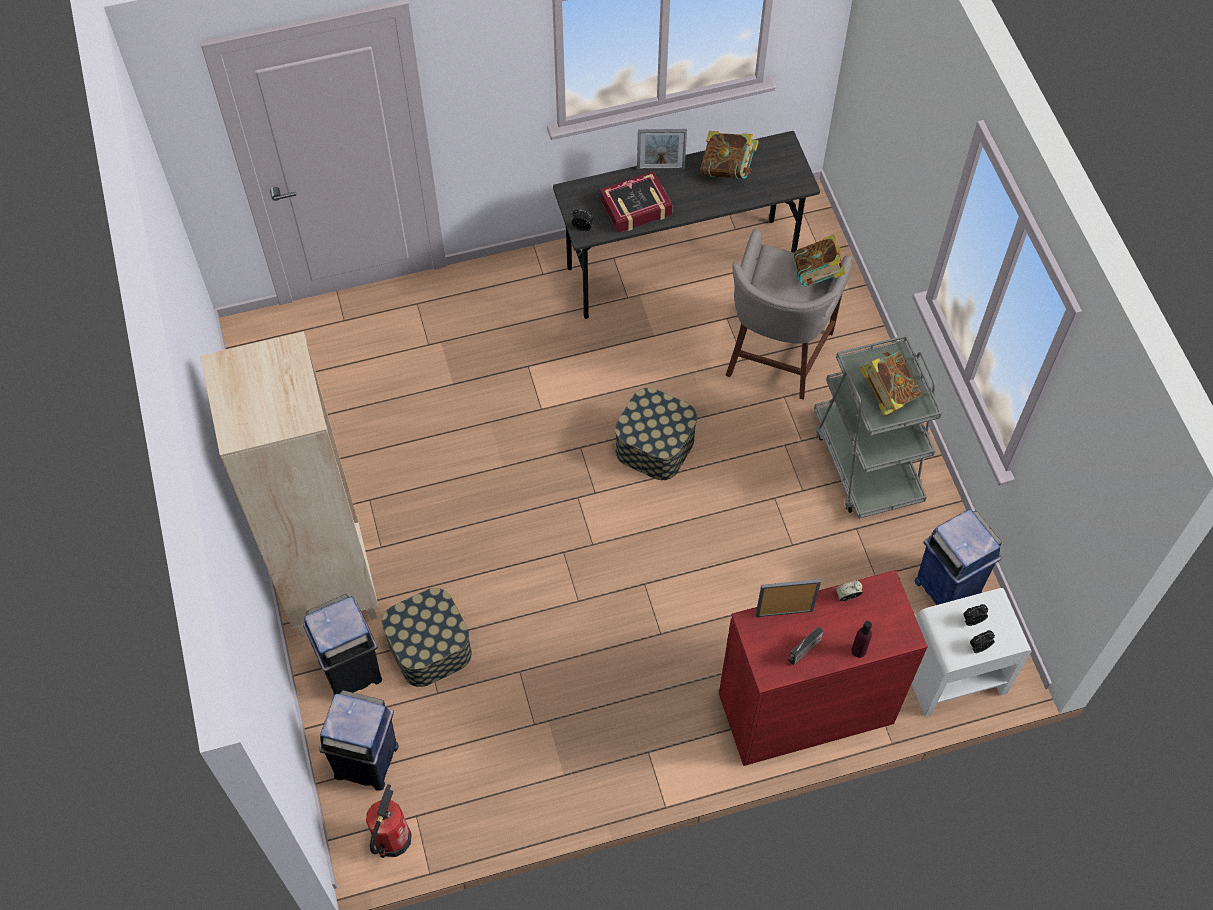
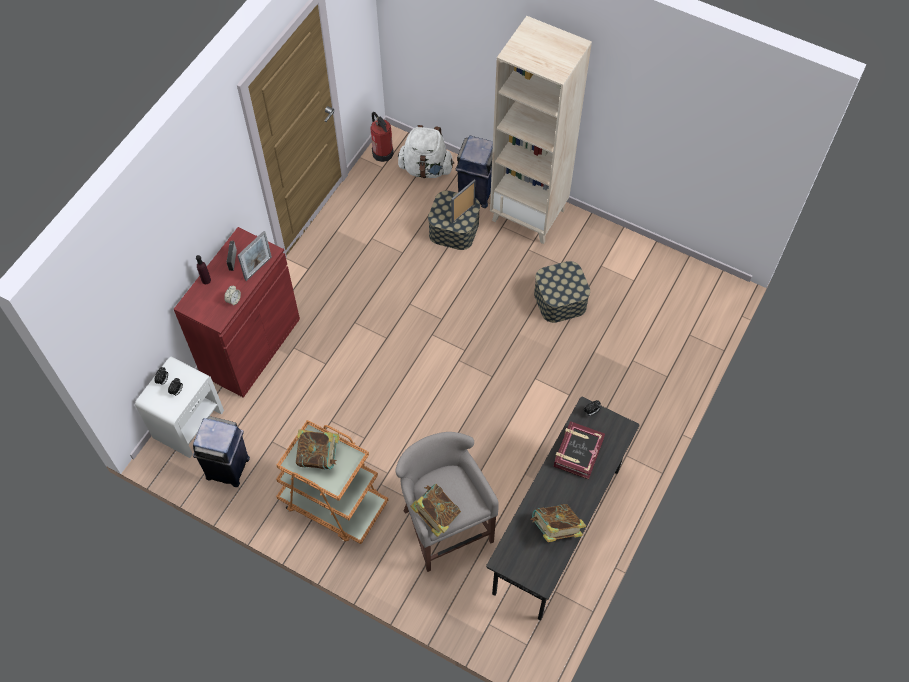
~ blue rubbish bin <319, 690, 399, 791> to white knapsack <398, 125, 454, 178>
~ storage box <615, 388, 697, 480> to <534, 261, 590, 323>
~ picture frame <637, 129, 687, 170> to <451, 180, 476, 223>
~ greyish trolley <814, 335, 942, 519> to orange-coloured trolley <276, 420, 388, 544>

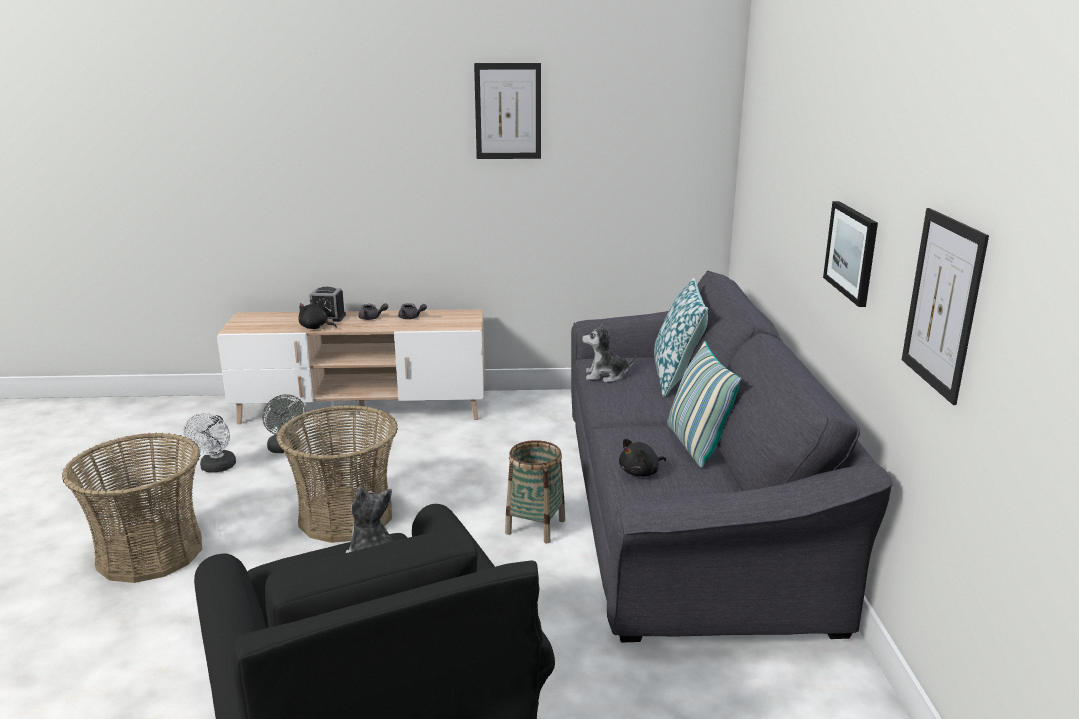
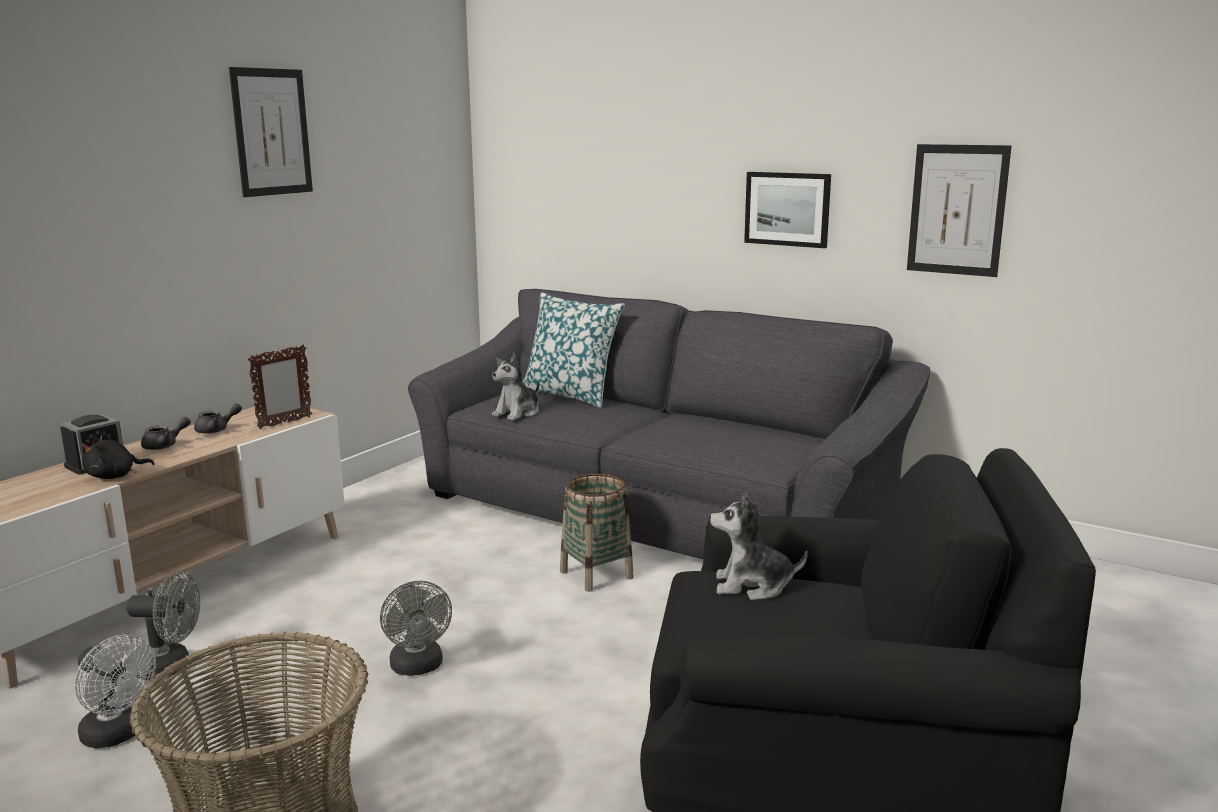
~ household basket <276, 405, 398, 543> to greyish fan <380, 581, 452, 676>
- blackish cuddly toy <619, 439, 666, 477>
- cushion <667, 341, 741, 468>
+ picture frame <248, 345, 312, 429>

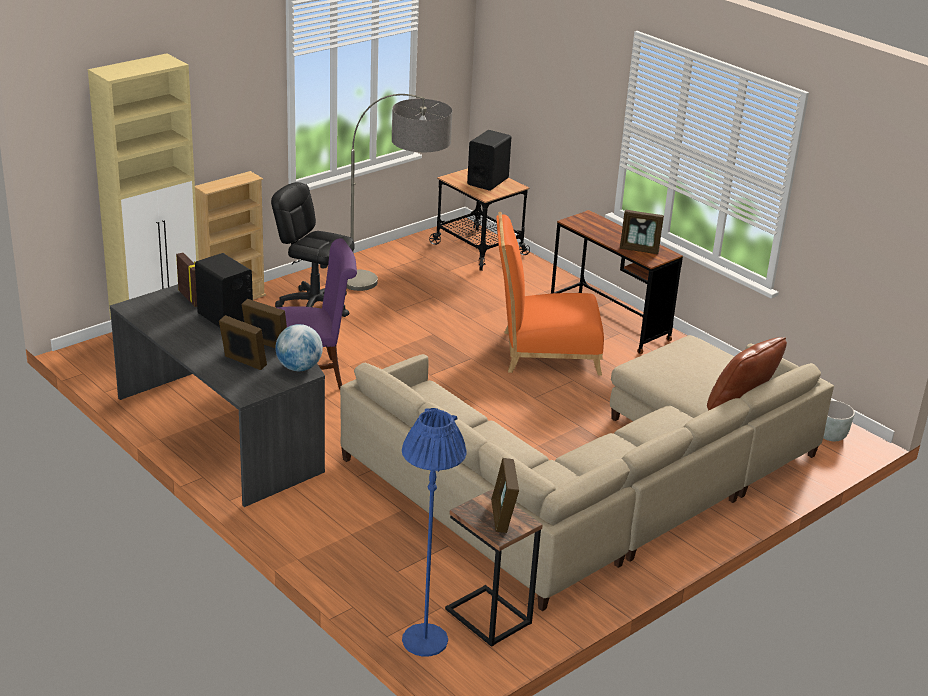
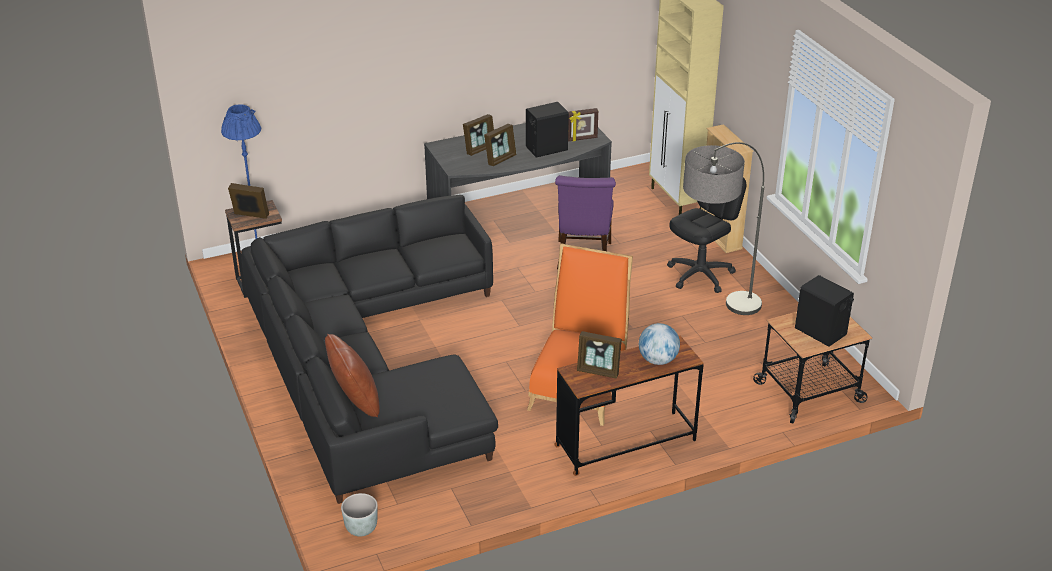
~ globe <275, 324, 323, 371> to <639, 323, 680, 365>
~ beige-coloured settee <340, 335, 834, 611> to blackish settee <241, 195, 498, 504>
~ picture frame <620, 210, 664, 254> = <577, 331, 622, 378> 105 degrees counterclockwise

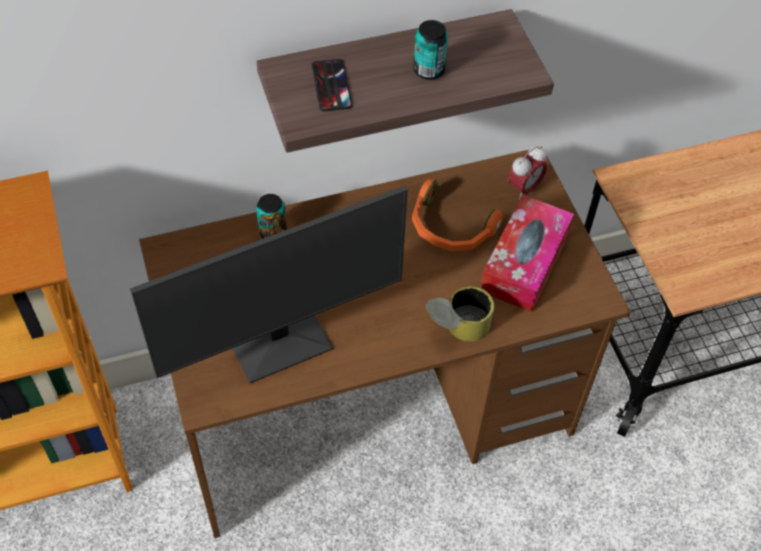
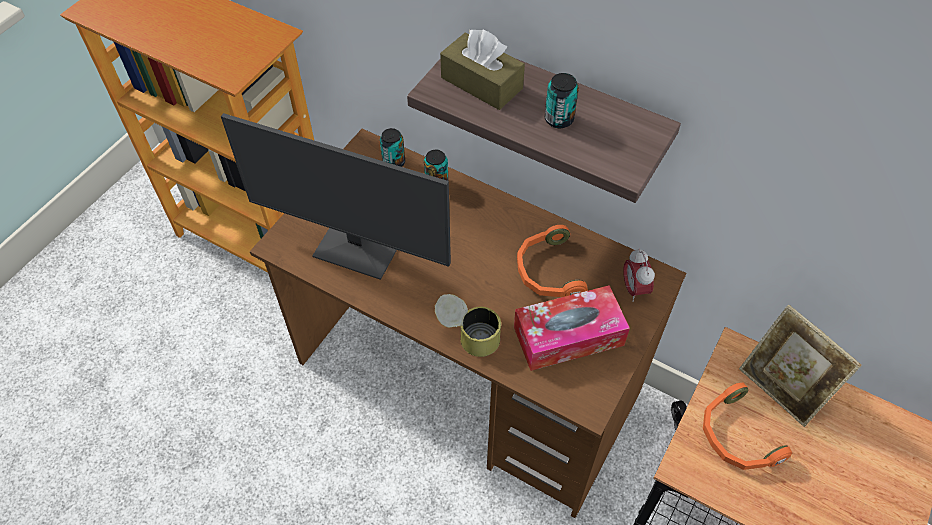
~ telephone <312, 59, 353, 111> to brown tissue box <440, 30, 525, 110>
~ alarm clock <508, 145, 547, 200> = <623, 249, 655, 302> 75 degrees clockwise
+ can <380, 128, 405, 167>
+ orange-coloured headphones <703, 383, 792, 470>
+ picture frame <739, 305, 862, 427>

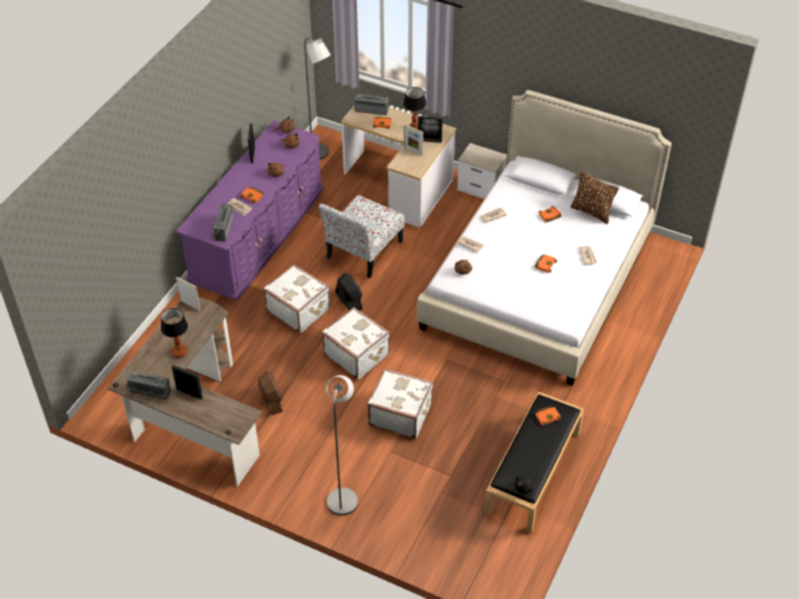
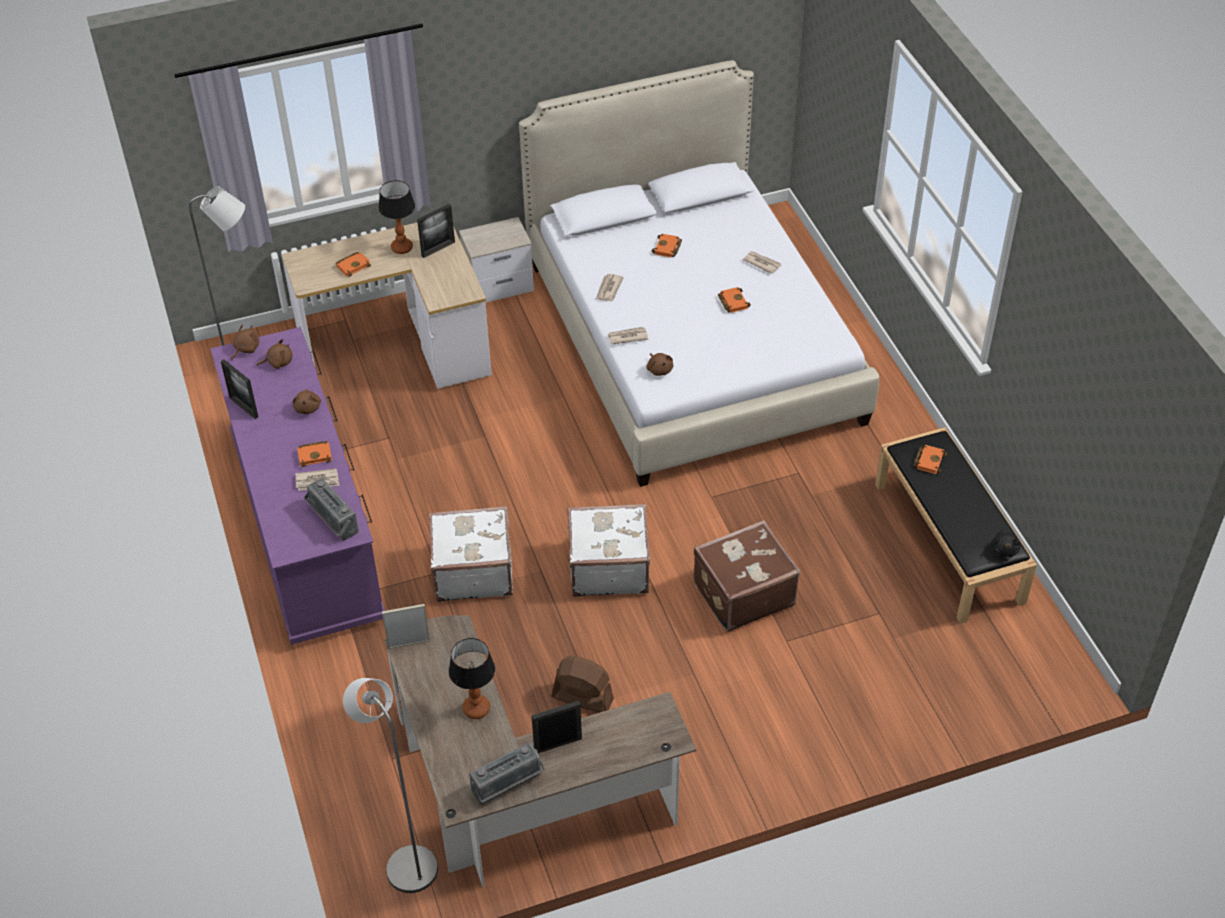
- upright chair <319, 195, 405, 278>
~ greyish floor lamp <326, 375, 358, 516> to <343, 678, 438, 893>
- blackish fan <335, 273, 363, 311>
- radio <354, 93, 390, 115>
~ white travel case <367, 368, 433, 438> to brown travel case <693, 520, 800, 632>
- picture frame <404, 124, 423, 156>
- brown cushion <570, 172, 619, 224>

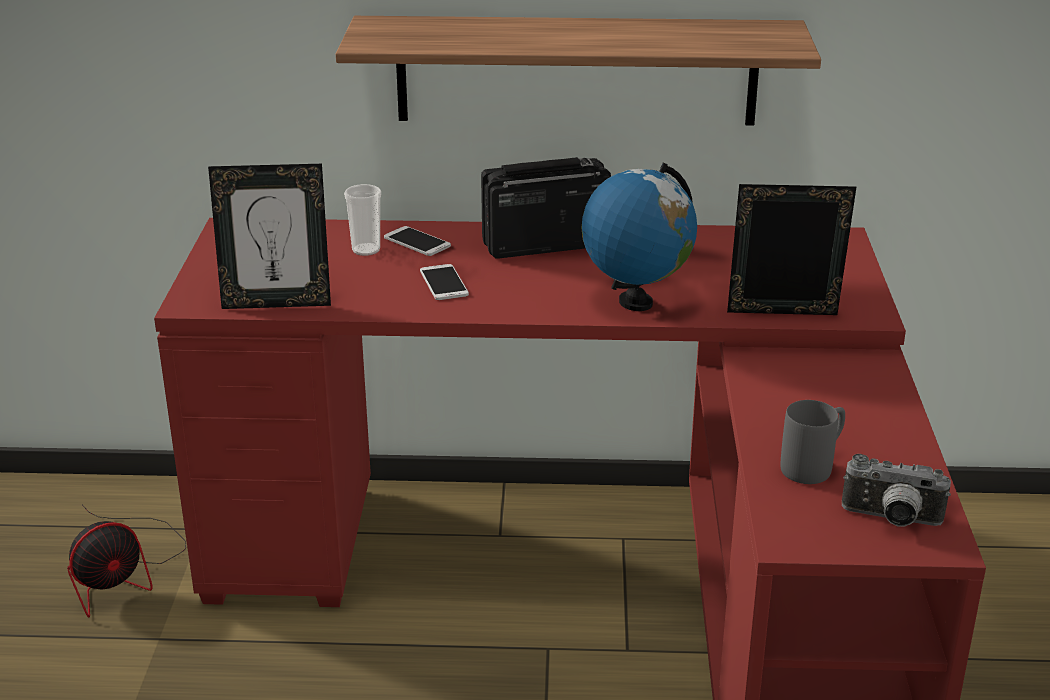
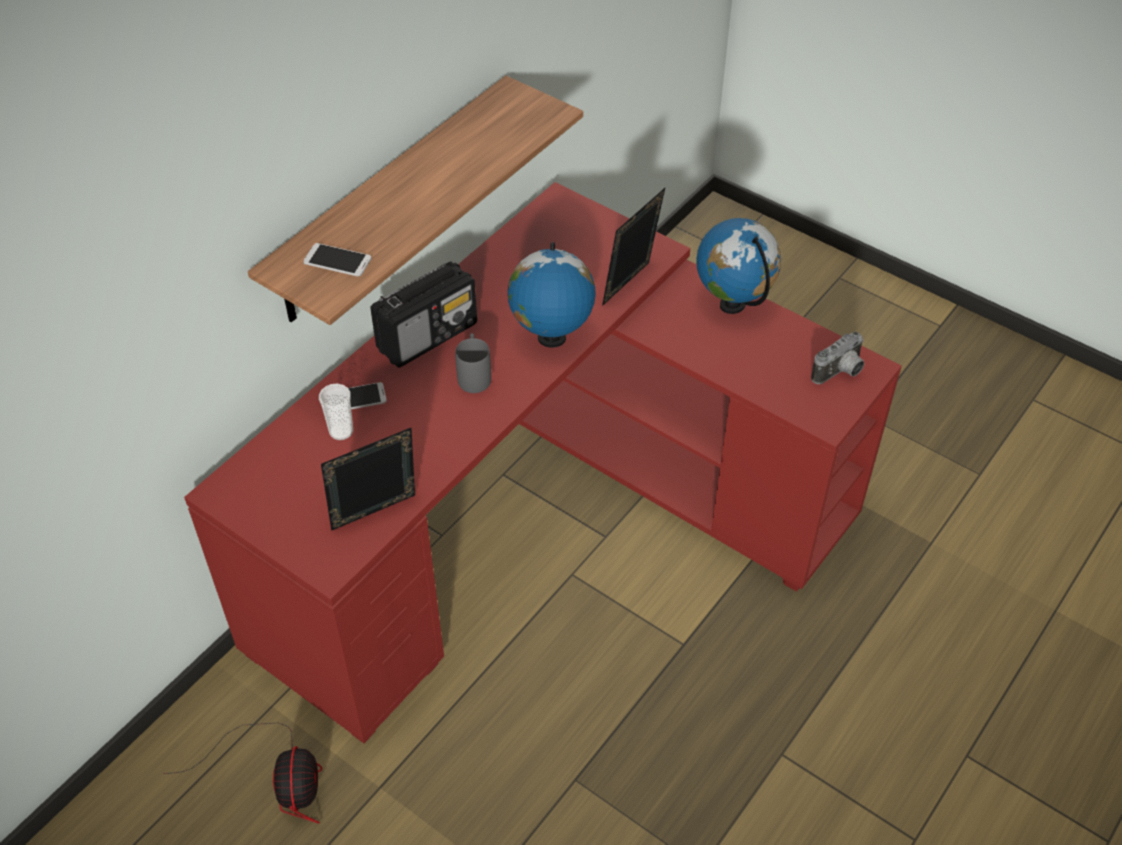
~ picture frame <208, 164, 331, 309> = <321, 428, 415, 531> 150 degrees counterclockwise
~ telephone <420, 264, 469, 300> to <303, 243, 372, 277>
~ radio <481, 157, 611, 259> = <370, 261, 477, 368> 150 degrees counterclockwise
~ greyish coffee mug <780, 400, 845, 484> to <455, 333, 491, 393>
+ globe <696, 218, 782, 314>

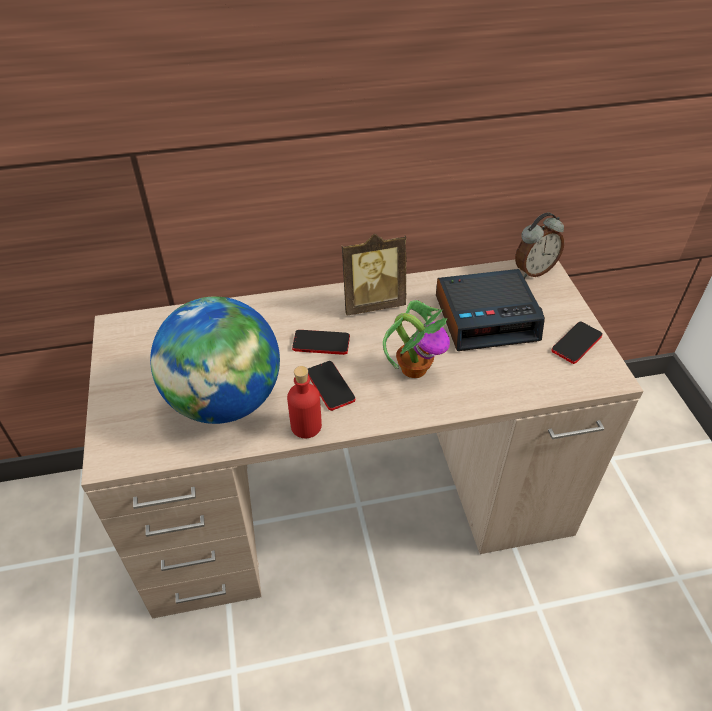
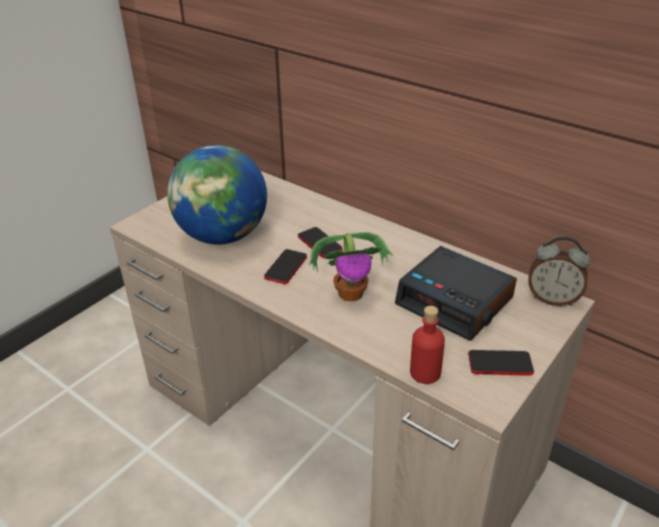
~ red drink bottle <287, 366, 322, 438> to <410, 306, 445, 384>
- picture frame <342, 234, 406, 315>

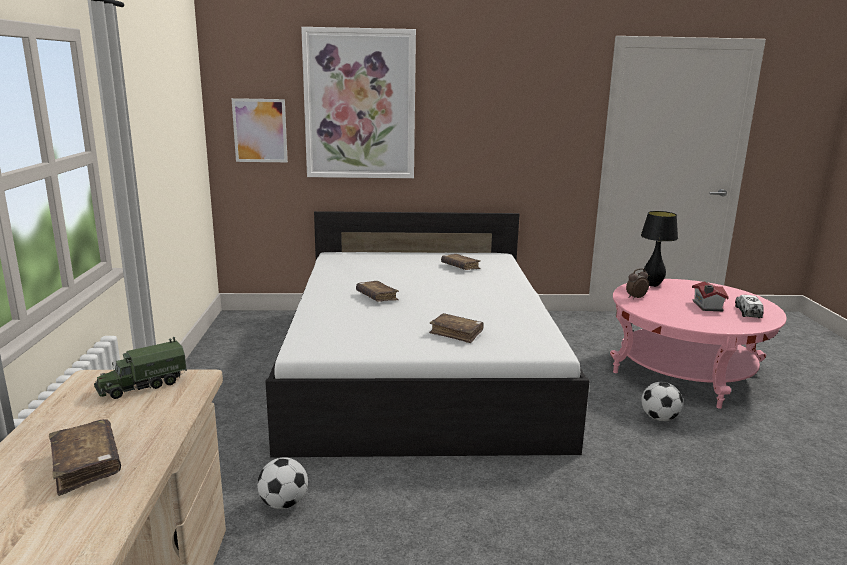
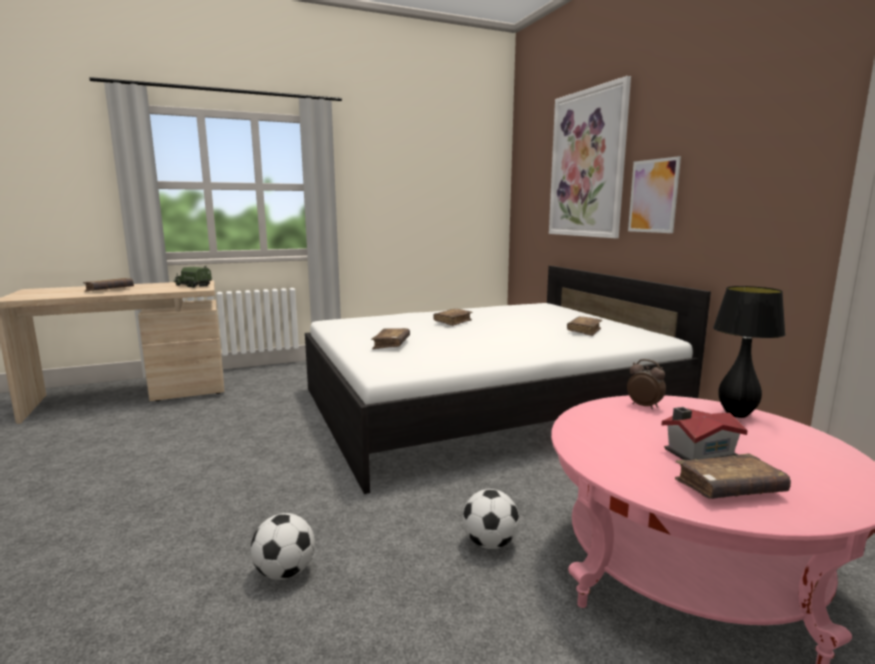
~ wall art <232, 98, 288, 162> to <628, 156, 681, 233>
~ ball for football <257, 457, 308, 509> to <250, 513, 315, 580>
~ toy lorry <735, 295, 764, 318> to brown book <675, 453, 791, 499>

